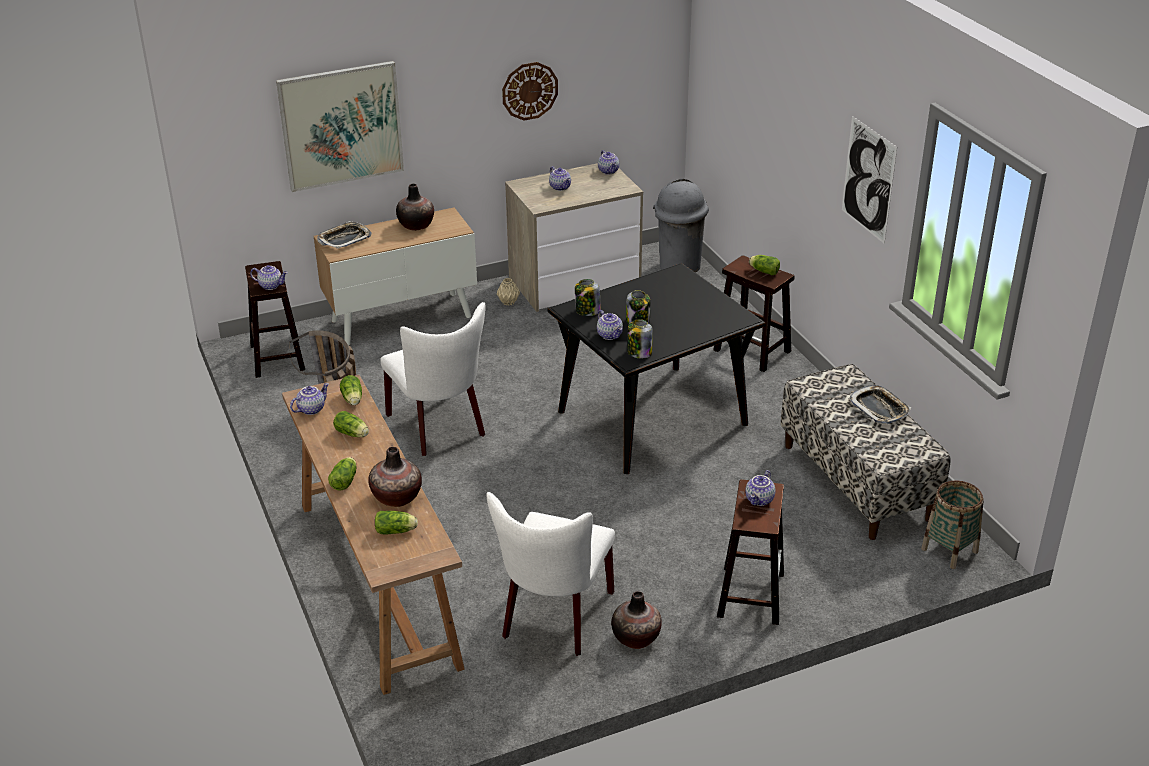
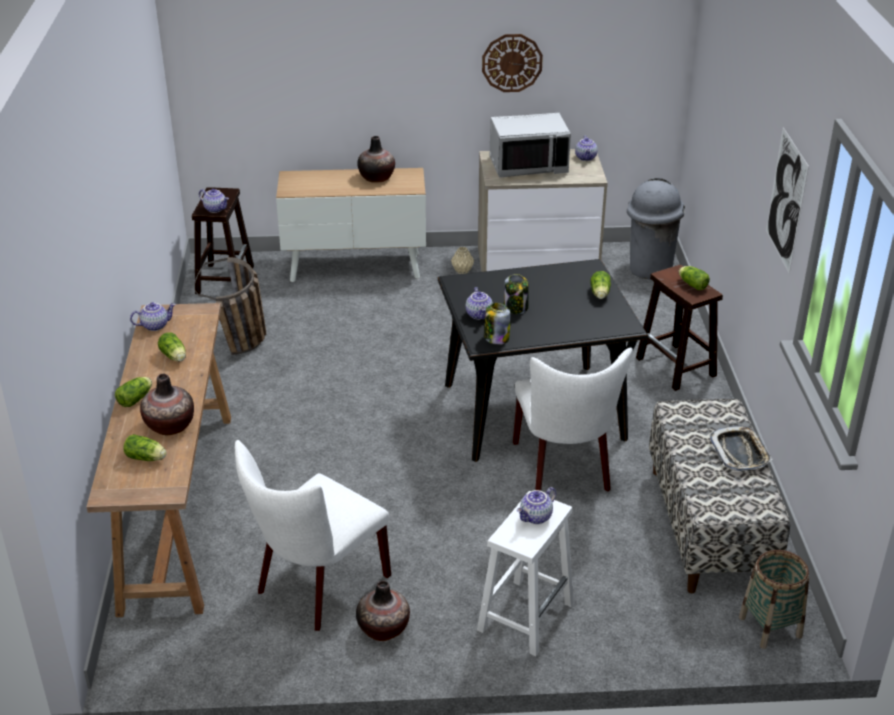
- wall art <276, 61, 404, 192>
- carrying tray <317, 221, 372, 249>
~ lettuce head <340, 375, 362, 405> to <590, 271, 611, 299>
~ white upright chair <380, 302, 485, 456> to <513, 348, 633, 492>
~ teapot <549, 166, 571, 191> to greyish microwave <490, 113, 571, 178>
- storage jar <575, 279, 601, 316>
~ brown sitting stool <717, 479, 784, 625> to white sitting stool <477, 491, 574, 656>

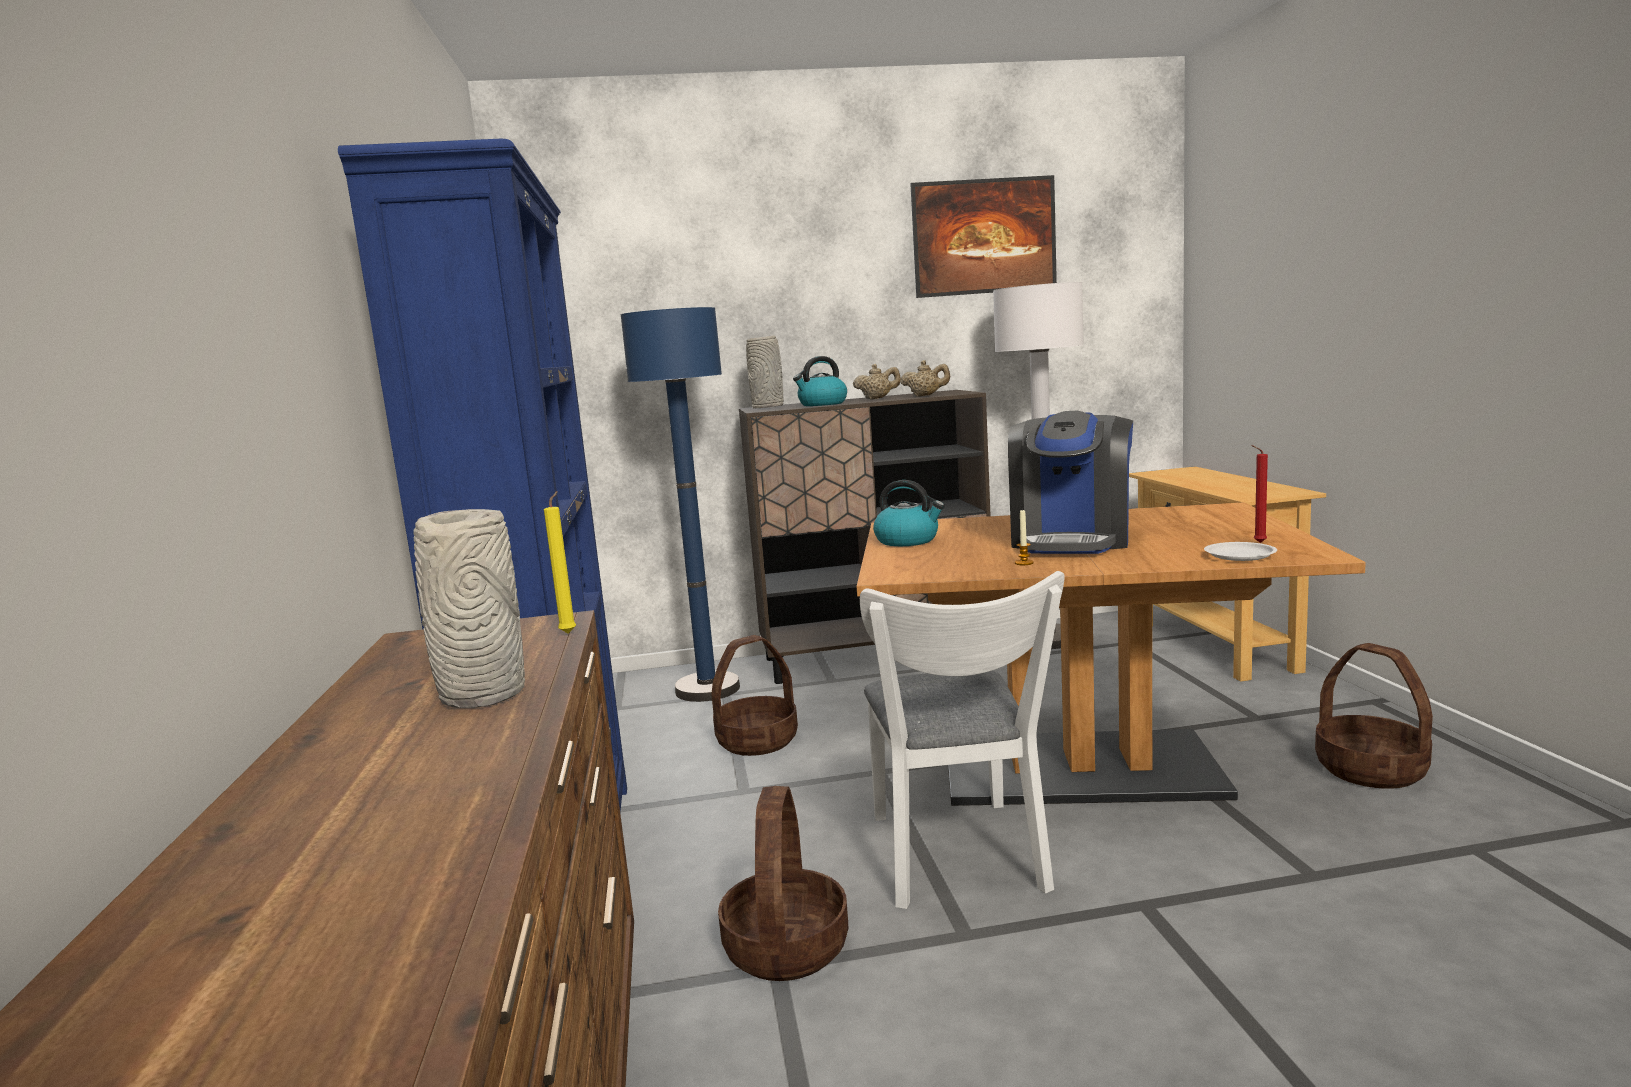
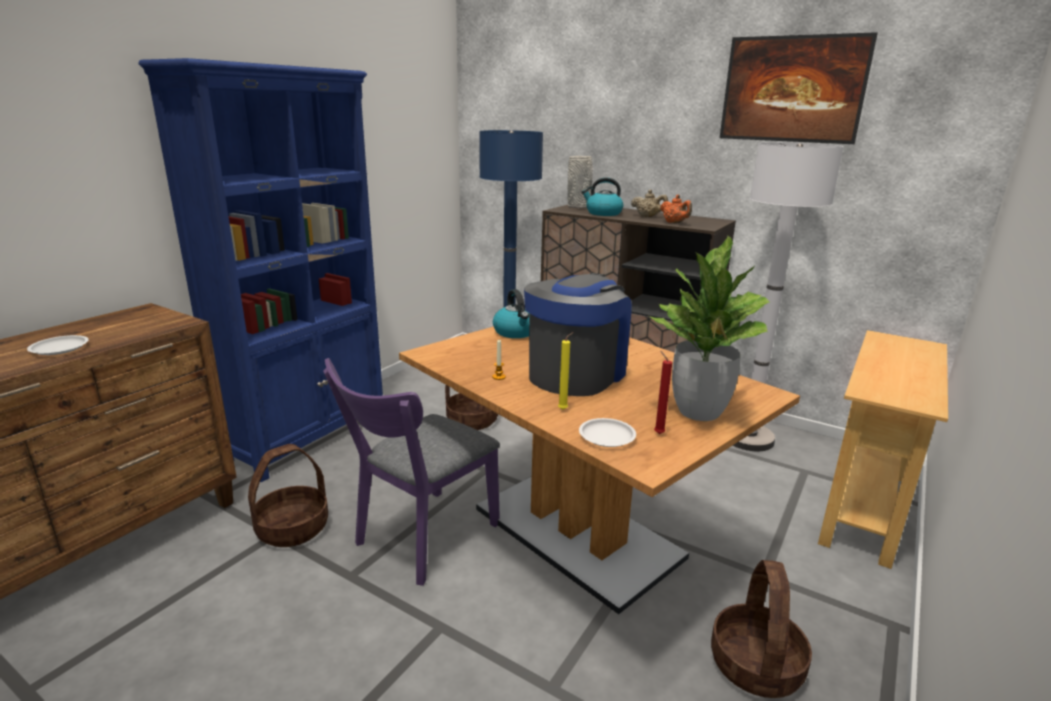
~ greyish flower vase <413, 509, 525, 708> to white flat dish <27, 335, 89, 355>
~ yellow-coloured wax light <544, 491, 576, 634> to <558, 332, 574, 410>
~ white upright chair <860, 571, 1065, 909> to purple-coloured upright chair <323, 358, 500, 586>
~ beige-coloured teapot <900, 360, 950, 397> to orange-coloured teapot <660, 195, 692, 223>
~ coffee brewer <1008, 411, 1133, 554> = <524, 272, 632, 396> 150 degrees clockwise
+ houseplant <649, 235, 770, 421>

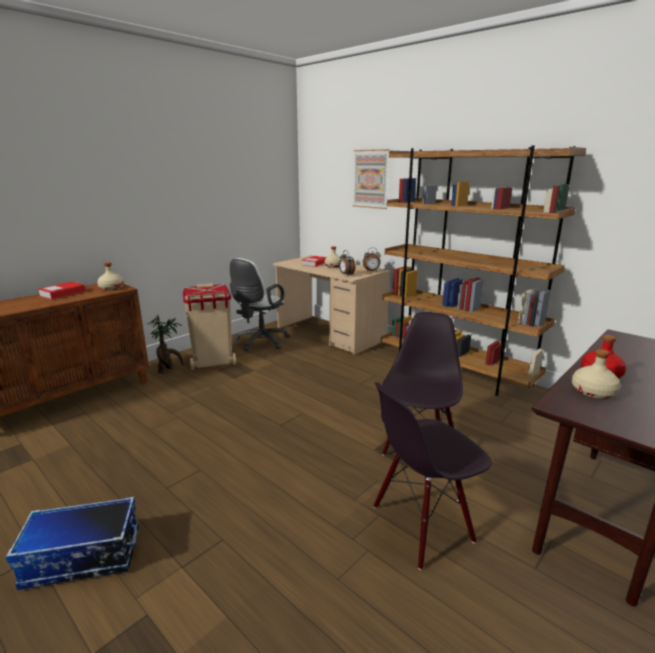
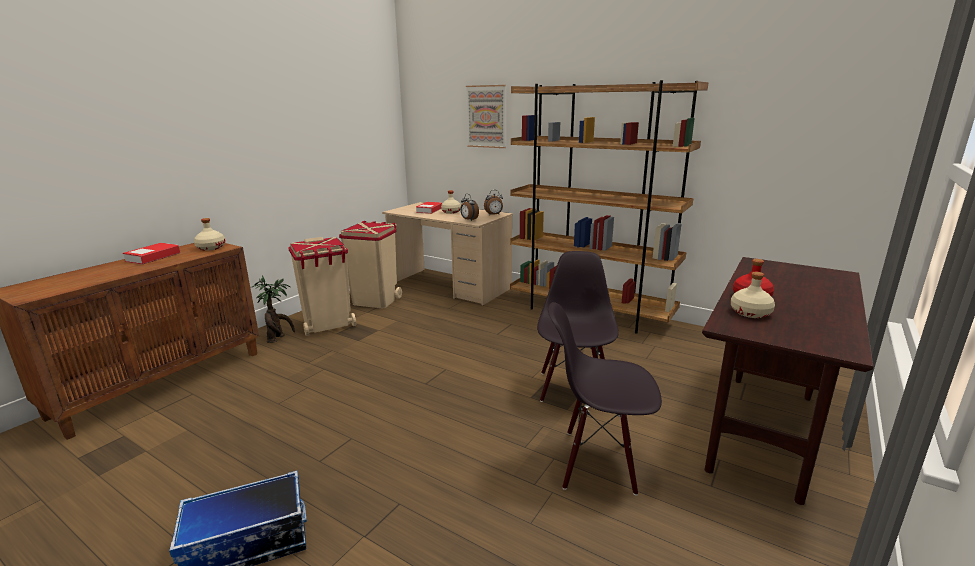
~ white office chair <230, 258, 289, 351> to beige-coloured rubbish bin <339, 221, 402, 308>
~ blackish upright chair <373, 382, 492, 570> = <548, 302, 662, 495> 45 degrees clockwise

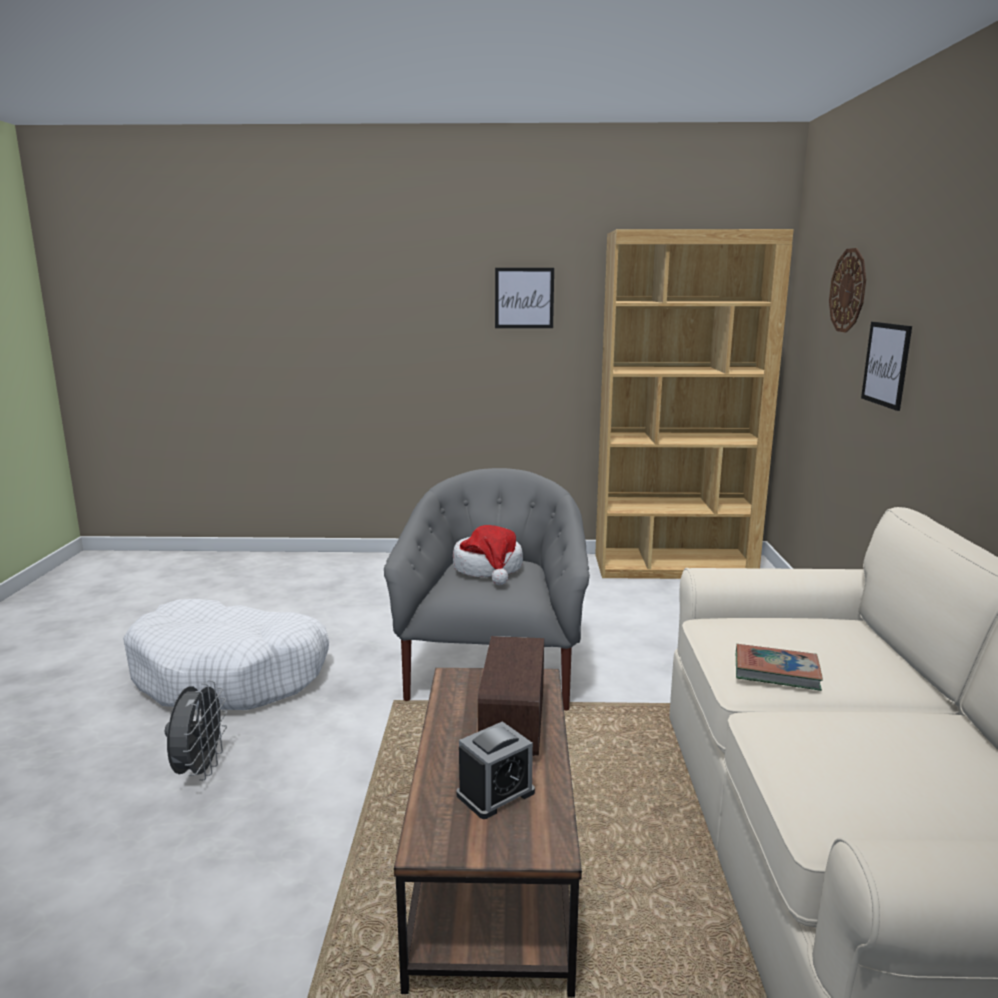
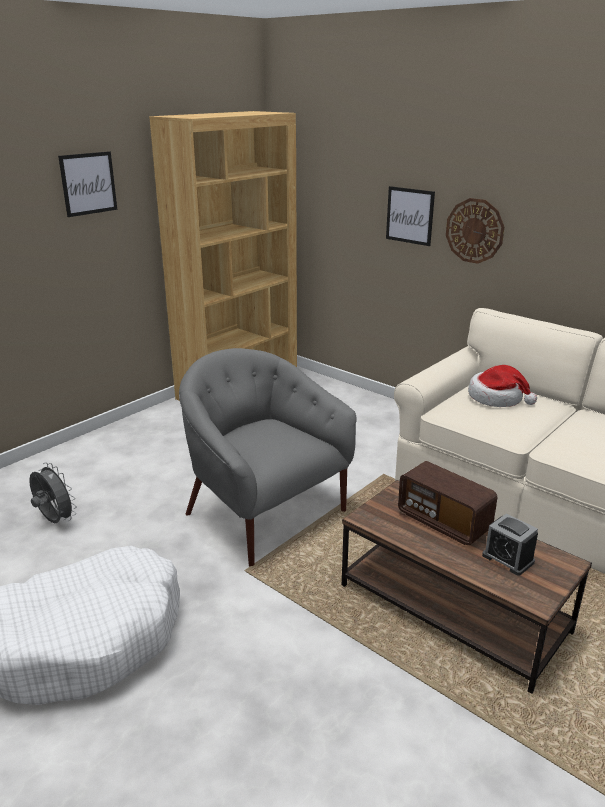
~ greyish fan <165, 680, 228, 781> to <29, 463, 77, 523>
~ wearable hat <453, 525, 523, 585> to <468, 365, 537, 407>
~ alarm clock <457, 721, 535, 819> = <482, 513, 538, 576> 135 degrees clockwise
- book <736, 644, 823, 691>
~ hanging clock <829, 248, 866, 333> to <446, 198, 504, 264>

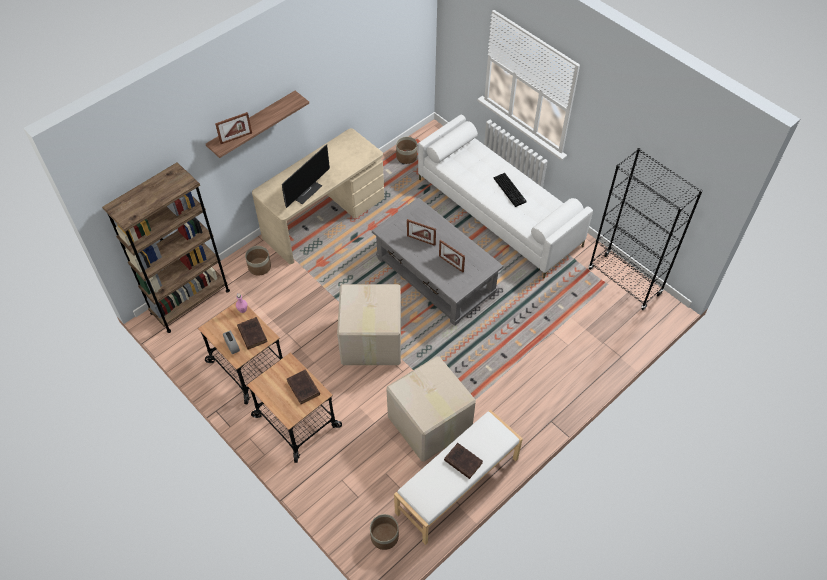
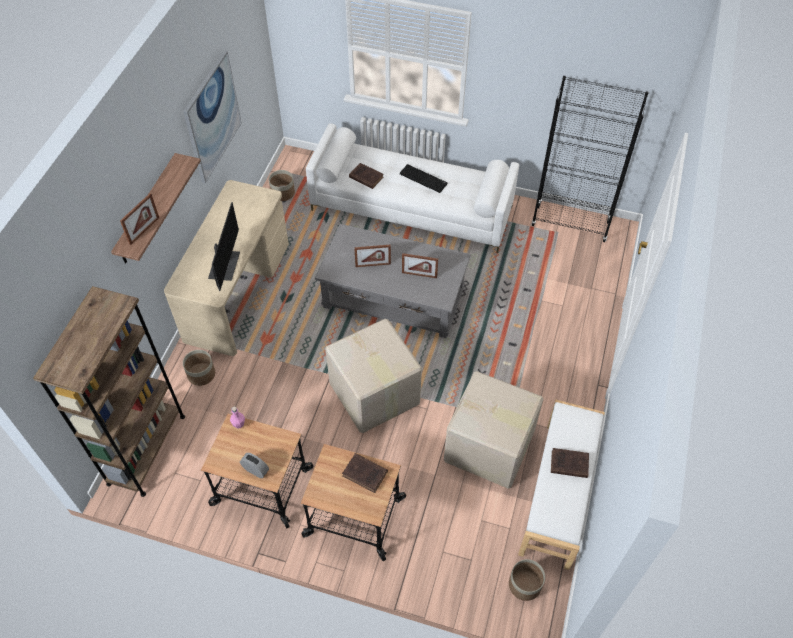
~ brown book <237, 317, 268, 350> to <349, 163, 384, 189>
+ wall art <183, 50, 241, 183>

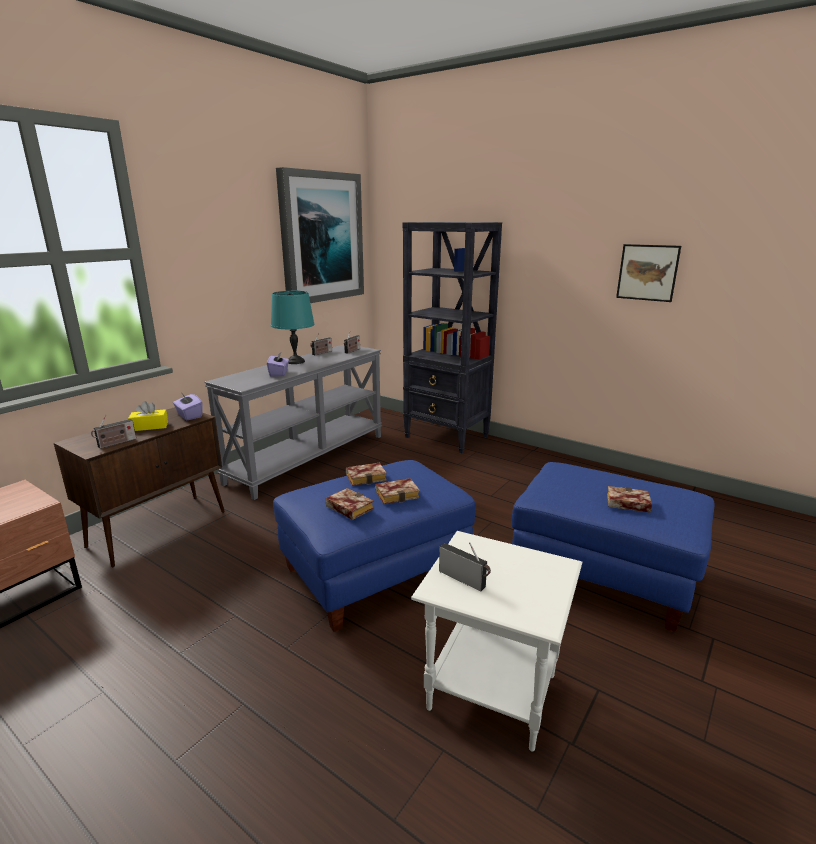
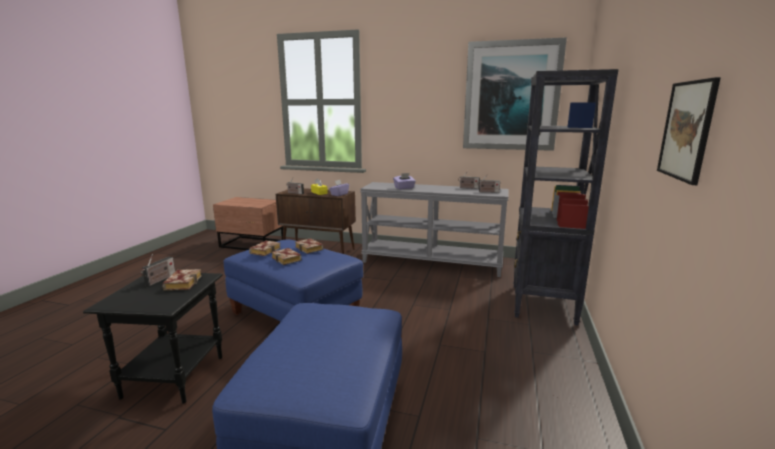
- blue-green lamp for a table <271, 291, 315, 364>
~ white end table <411, 531, 582, 752> to blackish end table <83, 273, 223, 404>
~ book <607, 486, 652, 513> to <162, 269, 202, 290>

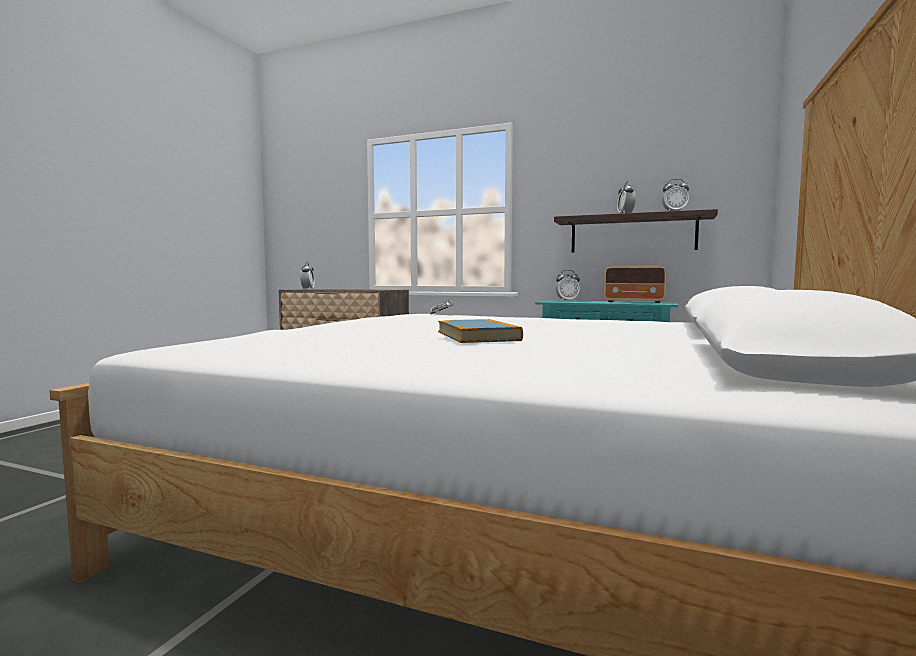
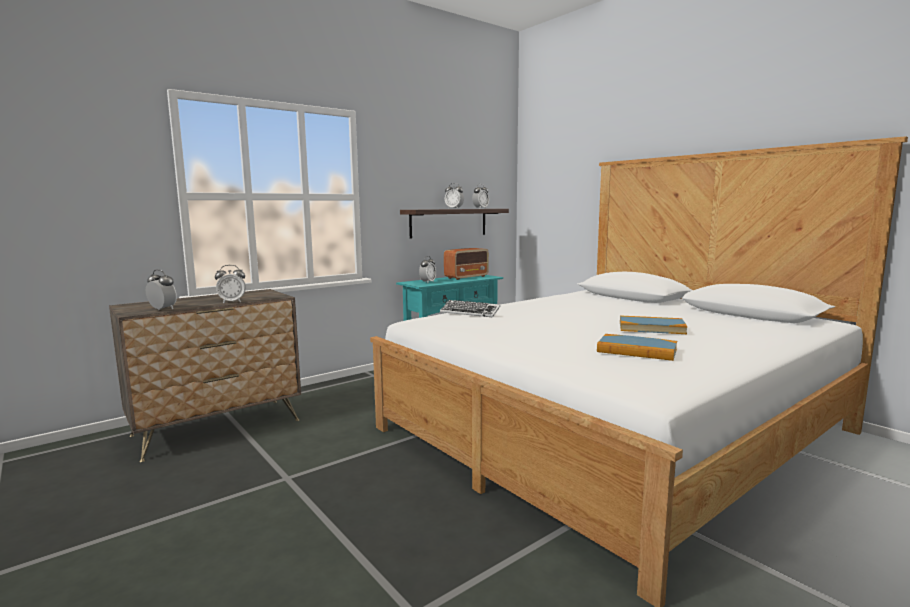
+ alarm clock <215, 265, 246, 303>
+ book <597, 334, 677, 361>

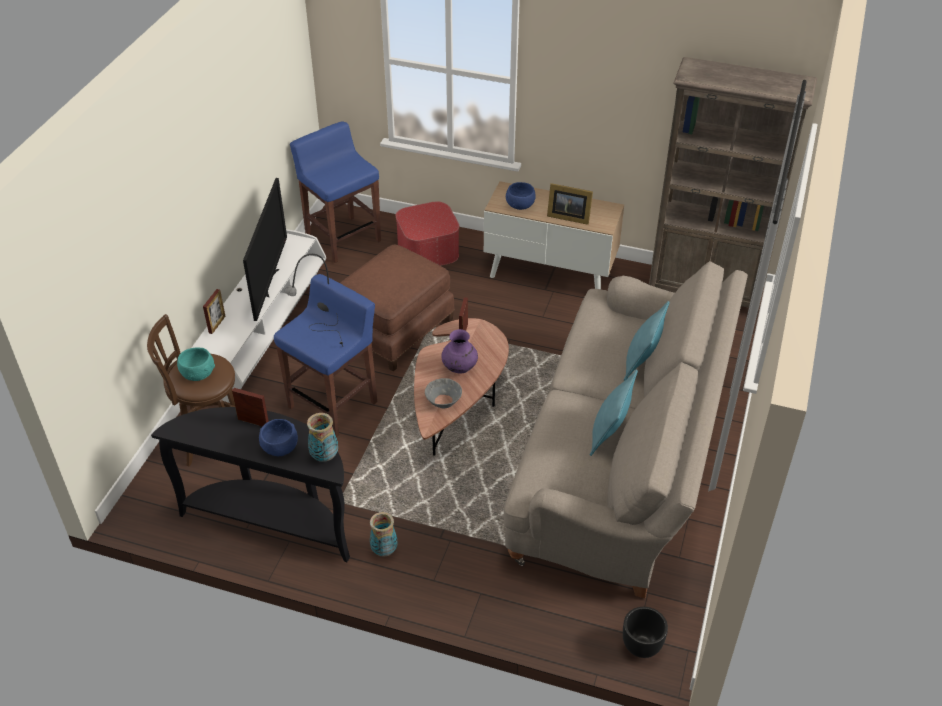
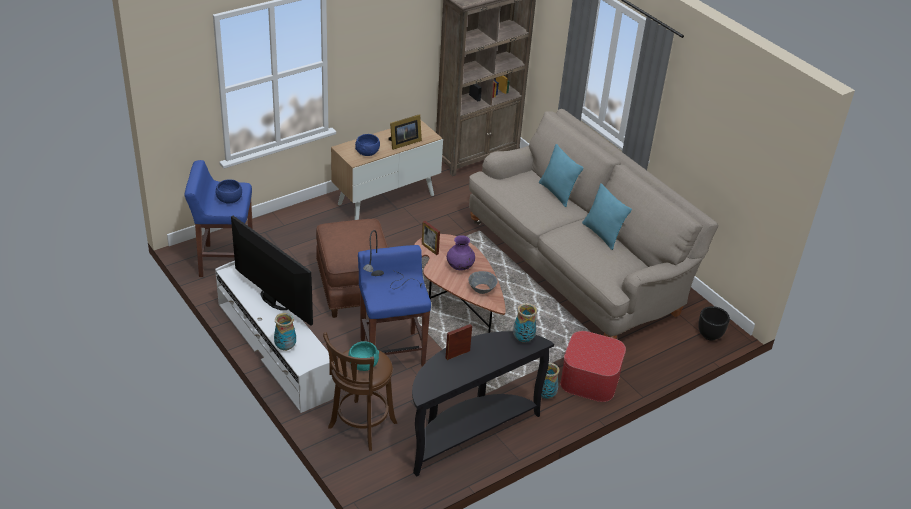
~ picture frame <203, 289, 225, 334> to flower vase <274, 313, 296, 351>
~ blue deep dish <259, 419, 298, 456> to <216, 179, 242, 204>
~ ottoman <396, 202, 459, 266> to <560, 331, 626, 402>

